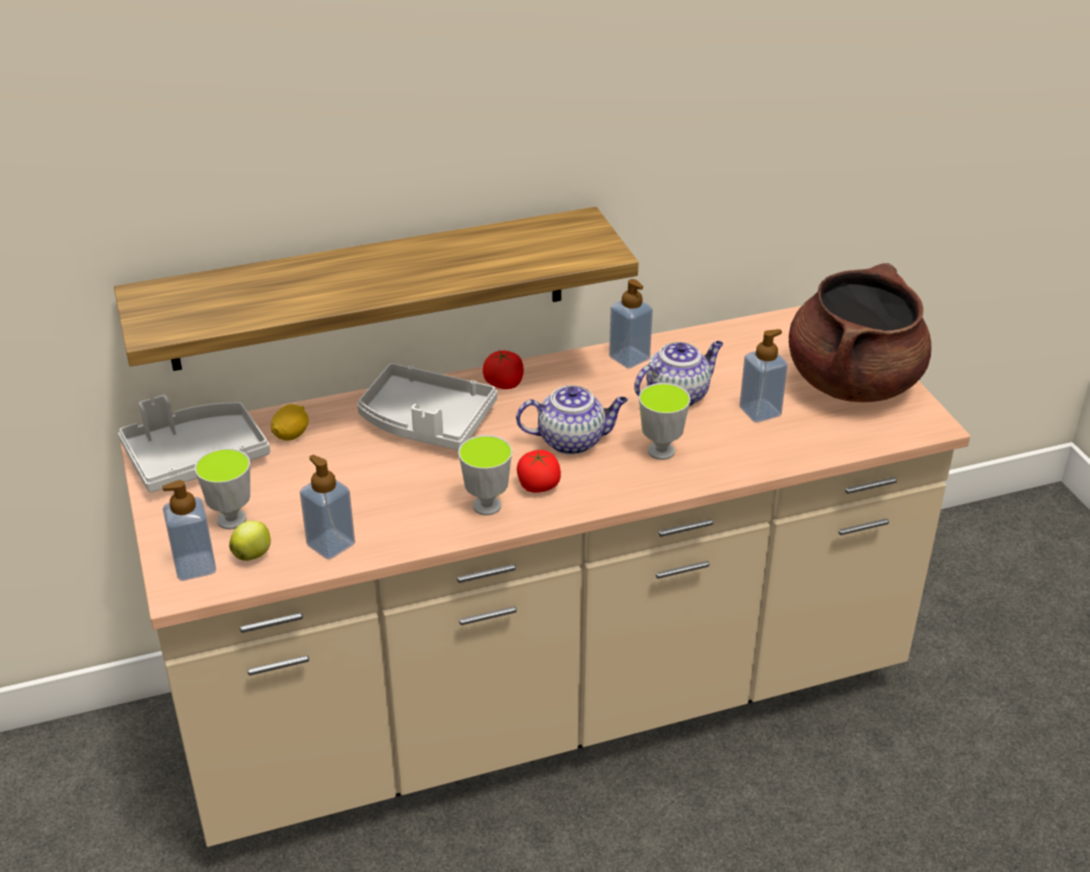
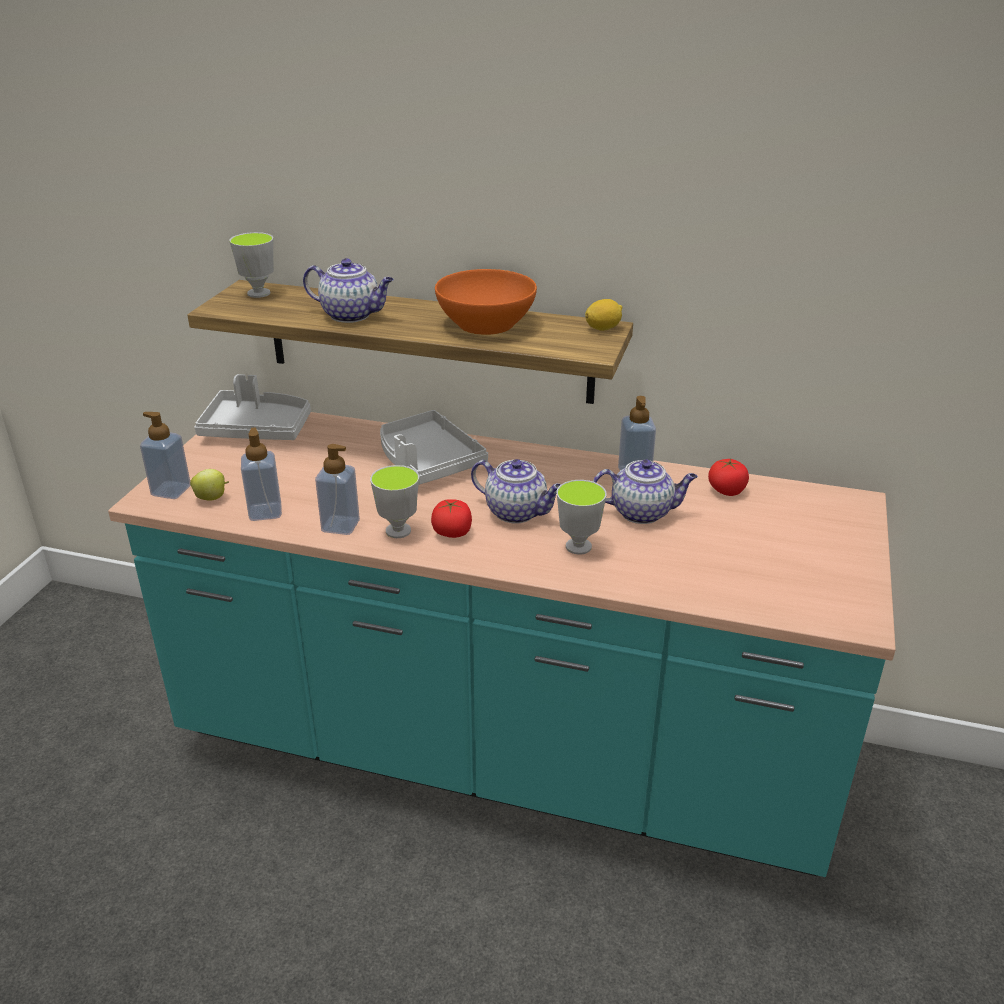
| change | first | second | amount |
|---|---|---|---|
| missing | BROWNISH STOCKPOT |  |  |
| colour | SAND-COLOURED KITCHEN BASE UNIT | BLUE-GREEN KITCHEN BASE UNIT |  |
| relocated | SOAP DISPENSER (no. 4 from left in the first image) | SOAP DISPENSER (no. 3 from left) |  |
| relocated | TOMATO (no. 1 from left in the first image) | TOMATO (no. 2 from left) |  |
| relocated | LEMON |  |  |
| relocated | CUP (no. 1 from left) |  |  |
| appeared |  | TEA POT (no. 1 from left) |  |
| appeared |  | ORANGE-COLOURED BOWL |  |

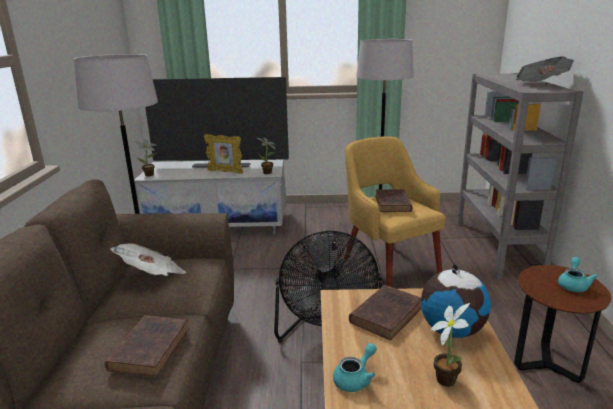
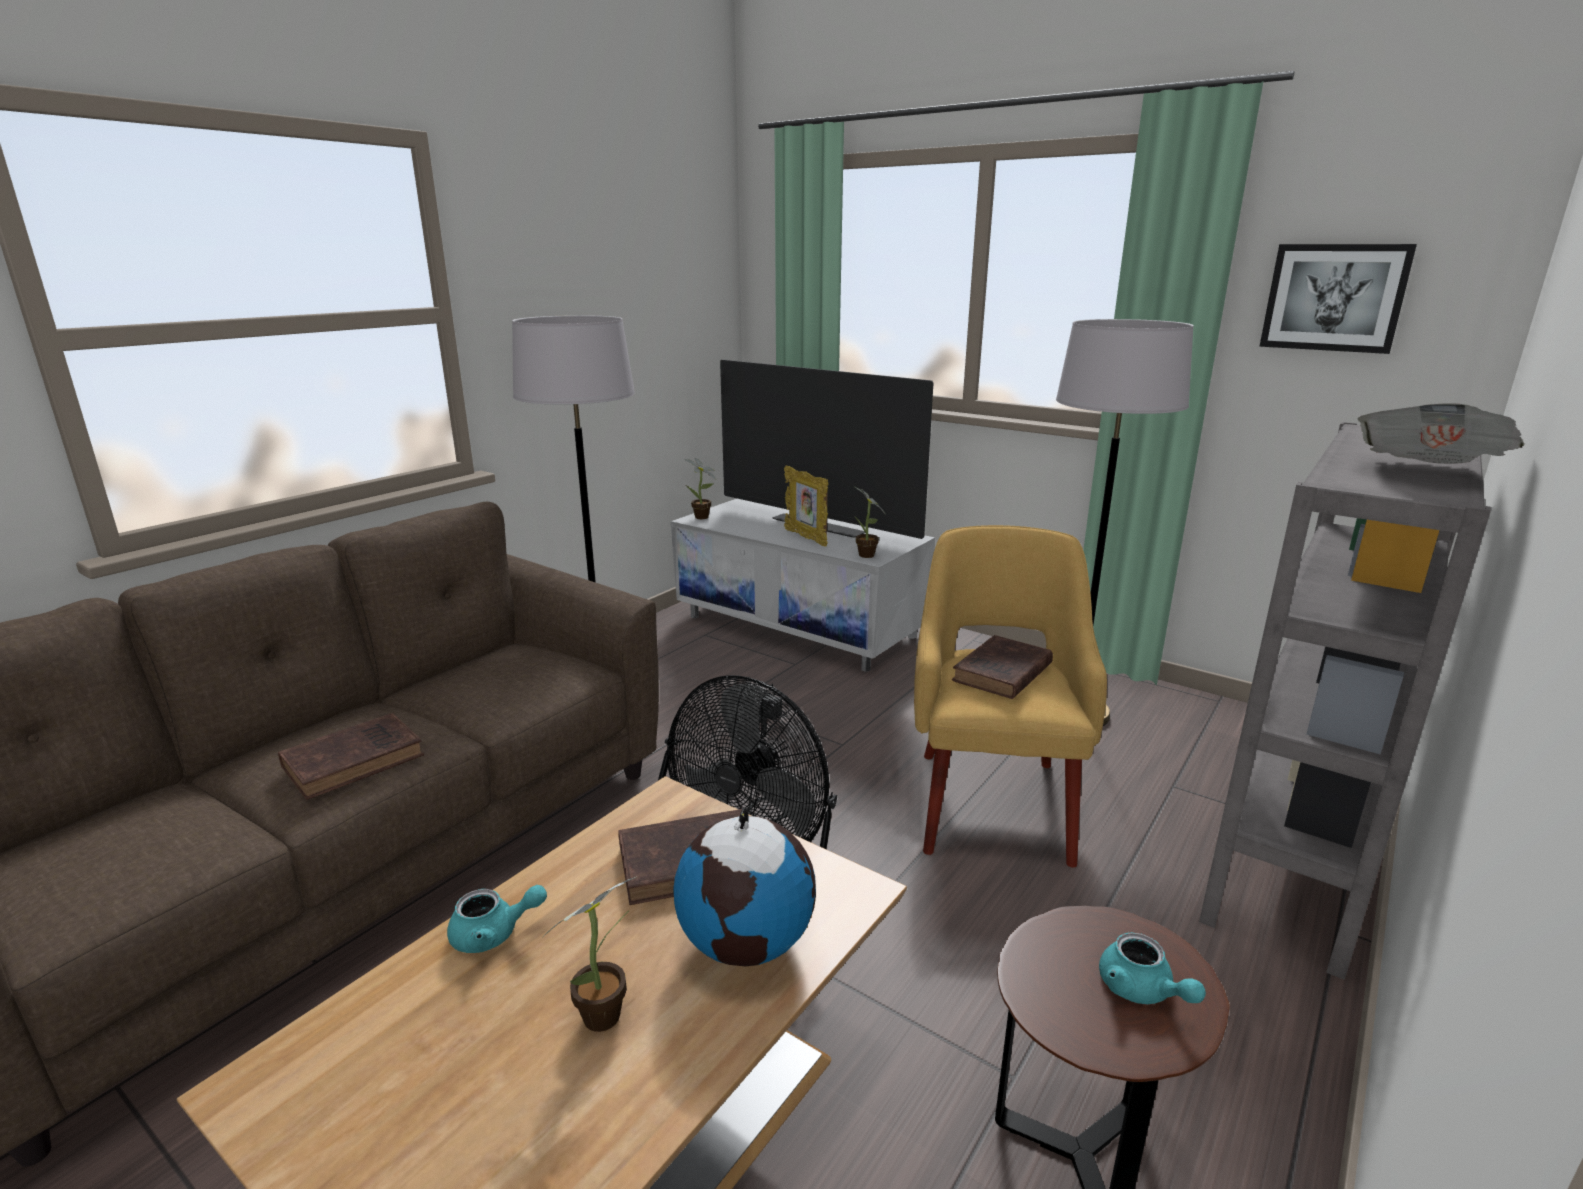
| change | first | second | amount |
|---|---|---|---|
| missing | DAILY PAPER (no. 1 from left) |  |  |
| spun | BLUE-GREEN TEA POT (no. 2 from left) |  | 90 degrees clockwise |
| appeared |  | WALL ART |  |

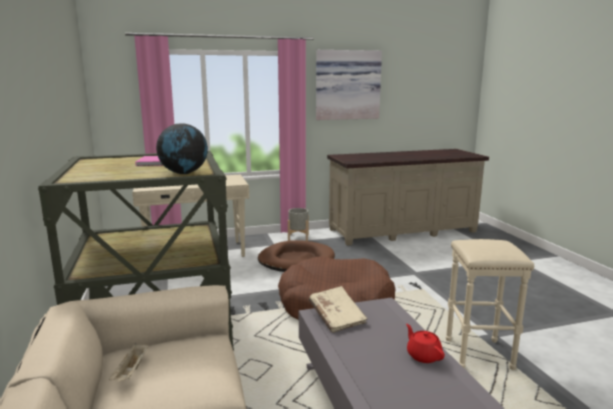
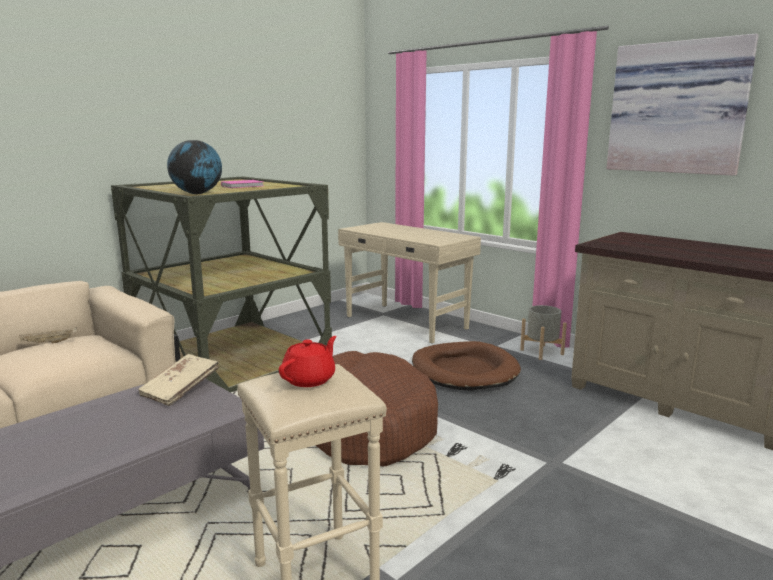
| change | first | second | amount |
|---|---|---|---|
| relocated | REDDISH TEA POT |  |  |

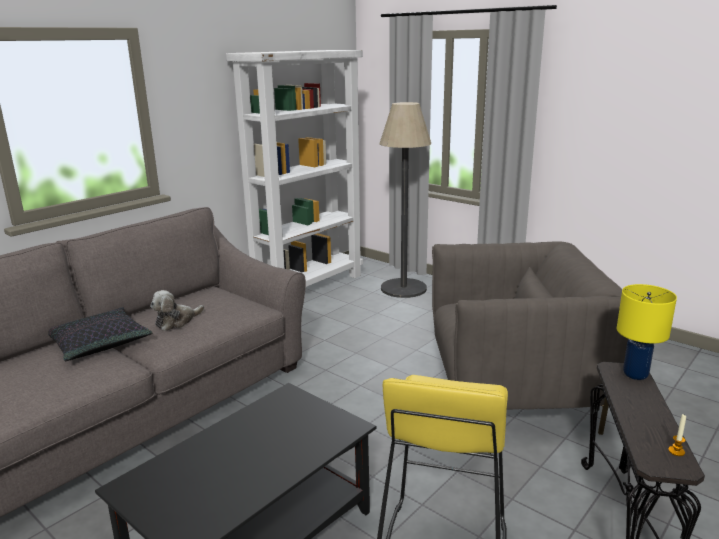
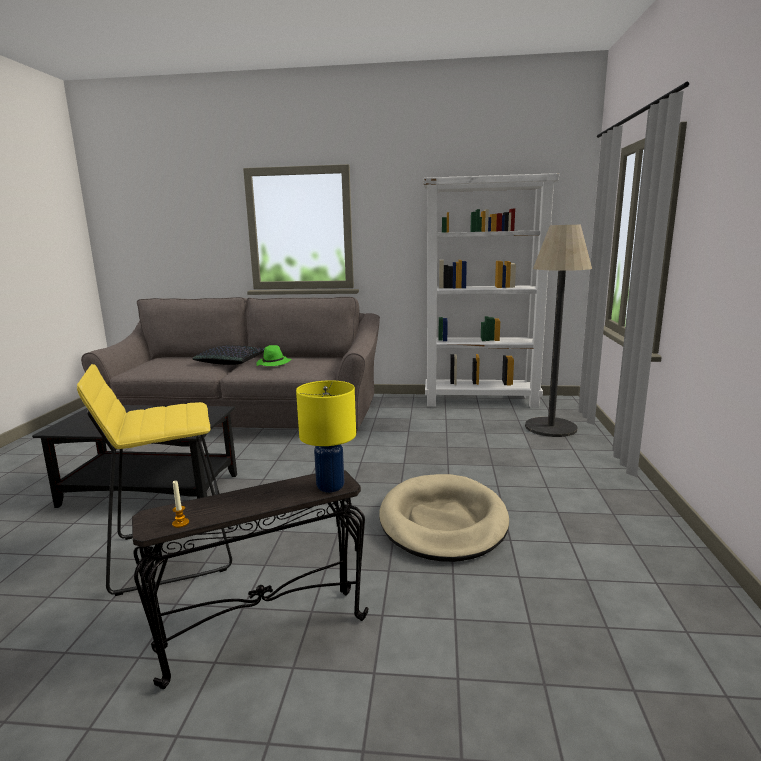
| change | first | second | amount |
|---|---|---|---|
| exchanged | GREYISH EASY CHAIR | SAND-COLOURED PET BED |  |
| exchanged | CUDDLY TOY | GREEN-COLOURED CLOTHING HAT |  |

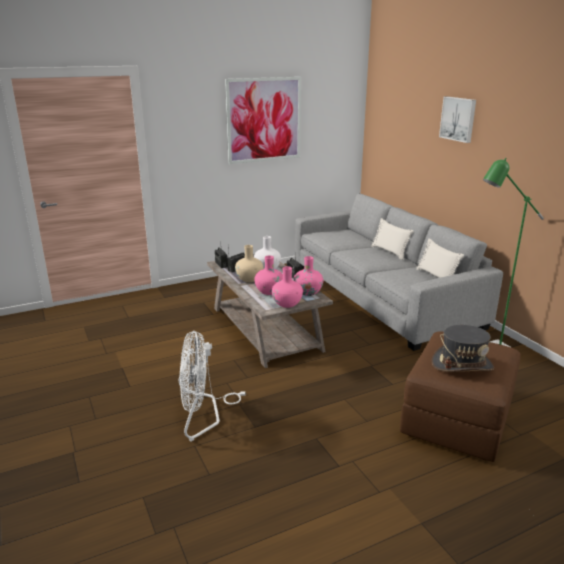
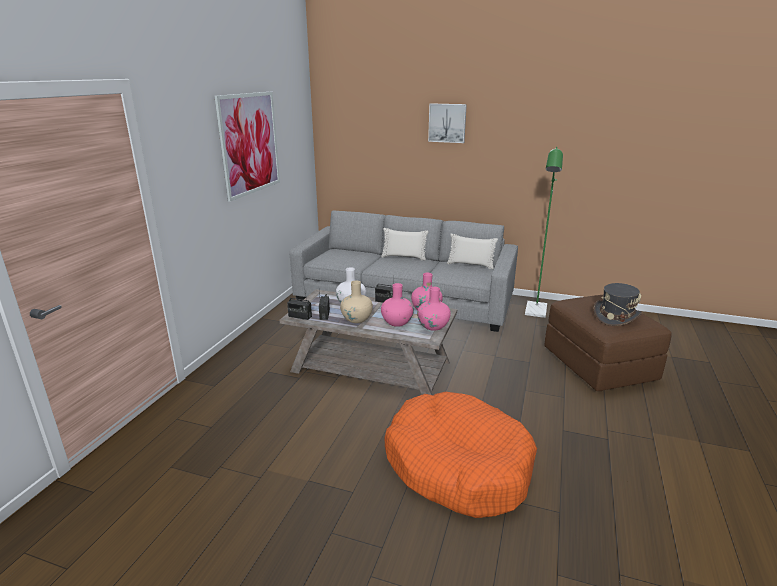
| change | first | second | amount |
|---|---|---|---|
| exchanged | WHITISH COOLING FAN | ORANGE-COLOURED PET BED |  |

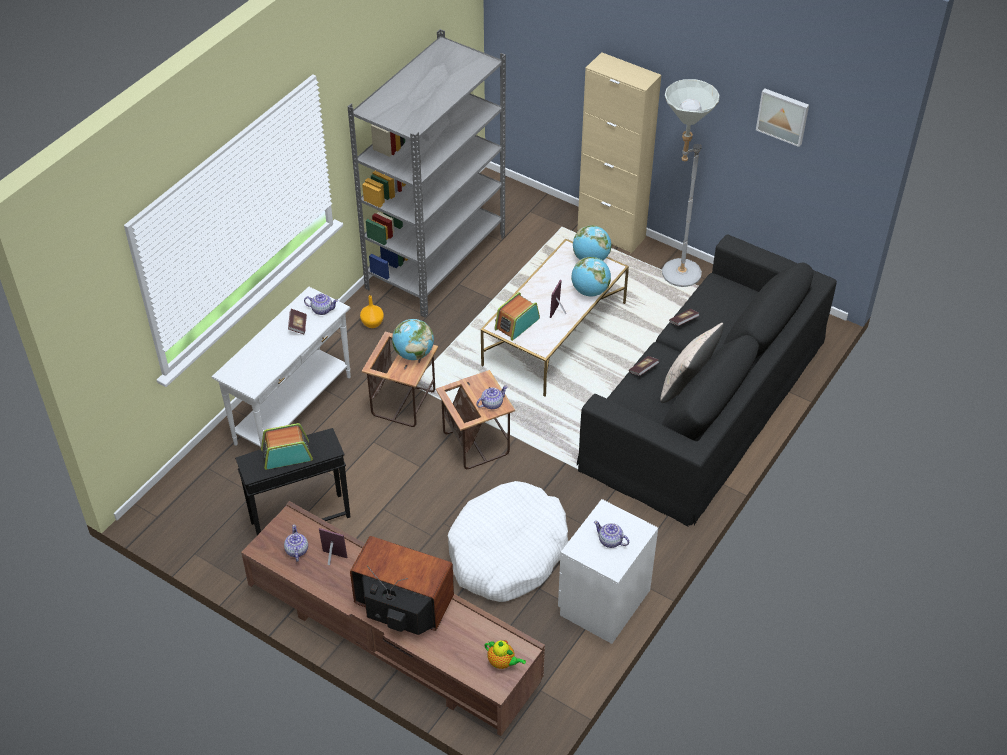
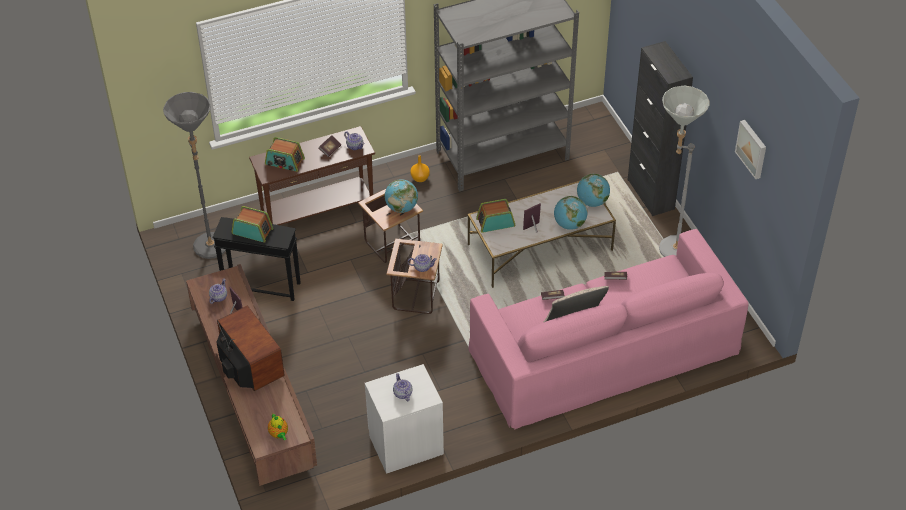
| change | first | second | amount |
|---|---|---|---|
| colour | SAND-COLOURED CUPBOARD | BLACK-COLOURED CUPBOARD |  |
| colour | BLACK-COLOURED COUCH | PINK COUCH |  |
| colour | WHITISH HALL TABLE | BROWNISH HALL TABLE |  |
| missing | WHITISH PET BED |  |  |
| appeared |  | GREYISH STANDING LAMP (no. 1 from left) |  |
| appeared |  | RADIO SET (no. 2 from left) |  |

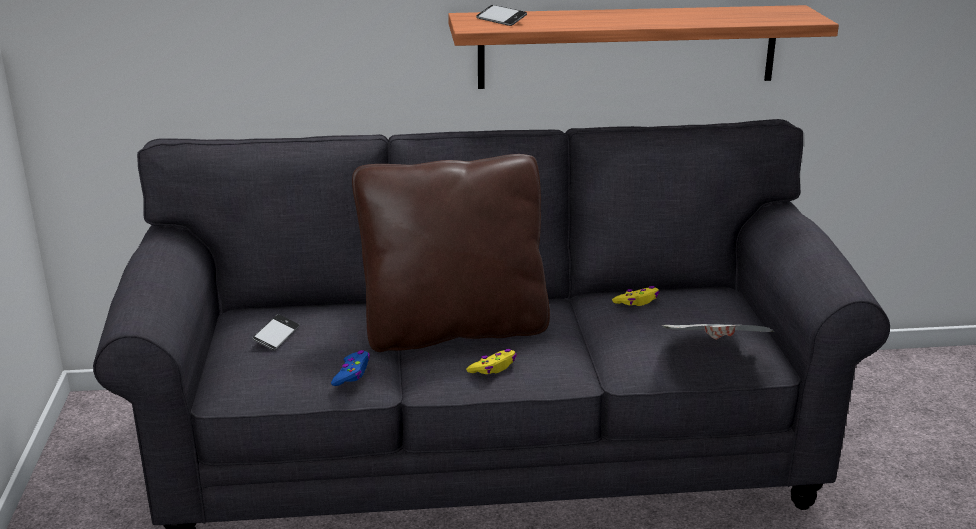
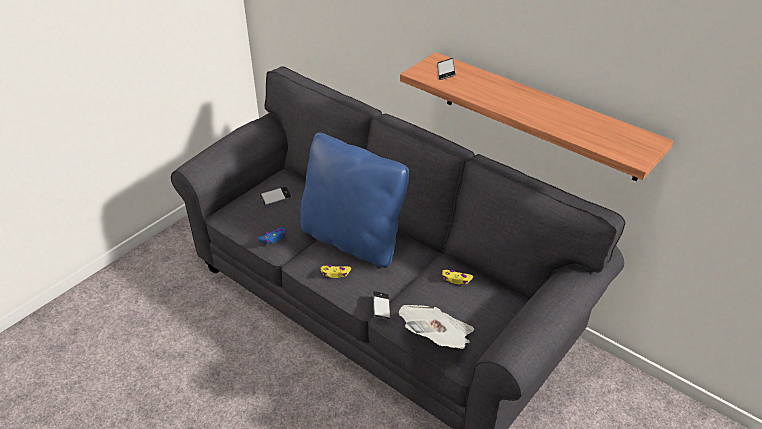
| change | first | second | amount |
|---|---|---|---|
| colour | BROWNISH PILLOW | BLUISH PILLOW |  |
| appeared |  | TELEPHONE (no. 2 from left) |  |

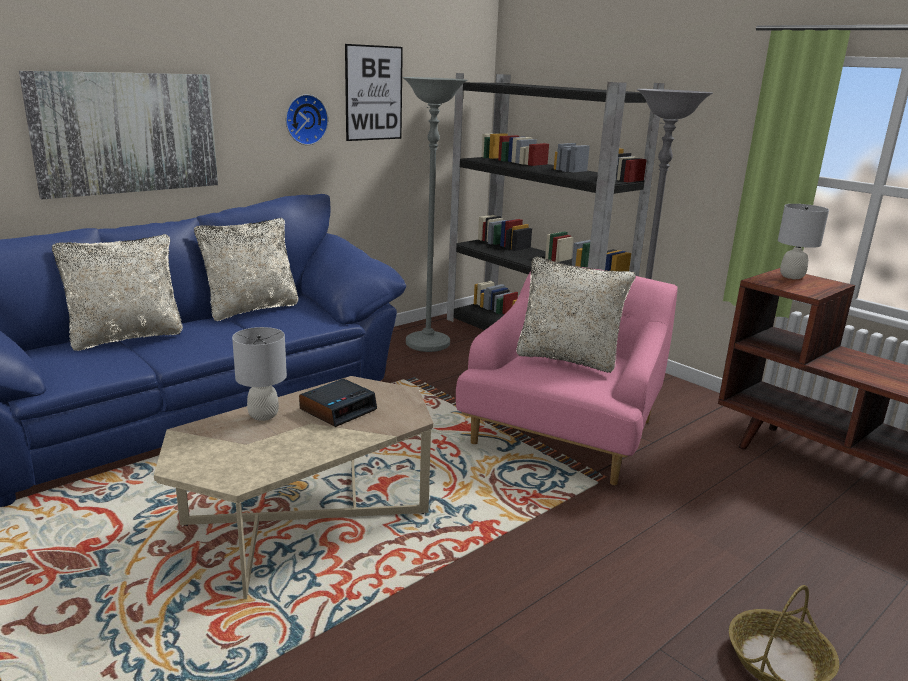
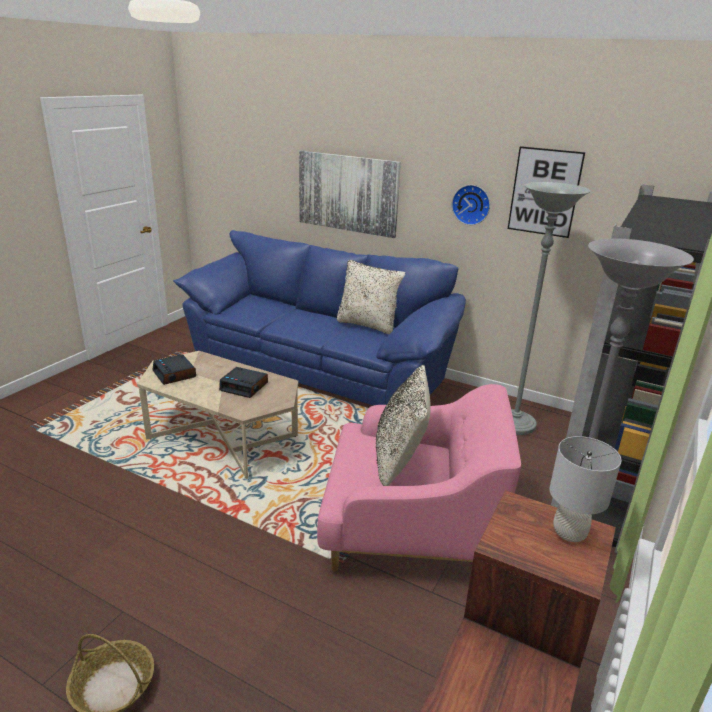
| change | first | second | amount |
|---|---|---|---|
| missing | SAND-COLOURED PILLOW (no. 1 from left) |  |  |
| missing | GREYISH TABLETOP LAMP (no. 1 from left) |  |  |
| appeared |  | ALARM CLOCK (no. 1 from left) |  |

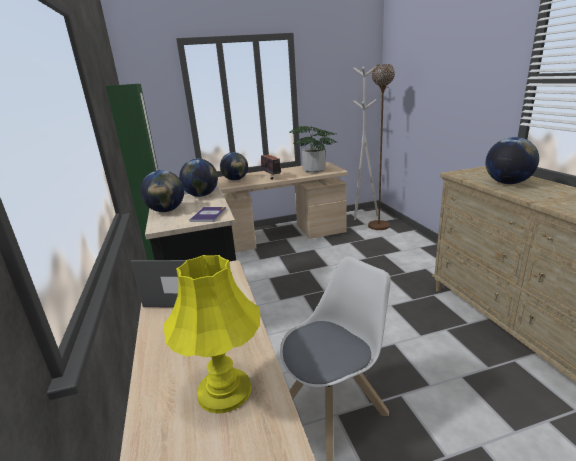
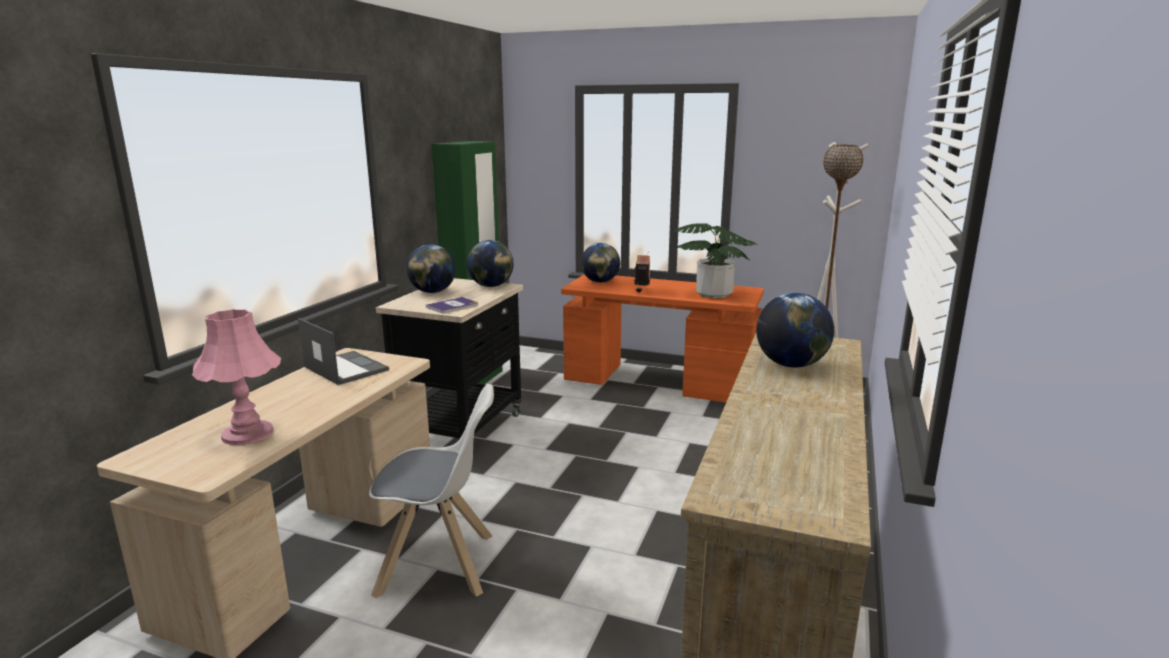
| change | first | second | amount |
|---|---|---|---|
| colour | SAND-COLOURED DESK TABLE (no. 2 from left) | ORANGE-COLOURED DESK TABLE |  |
| colour | YELLOWISH TABLETOP LAMP | PINK TABLETOP LAMP |  |

